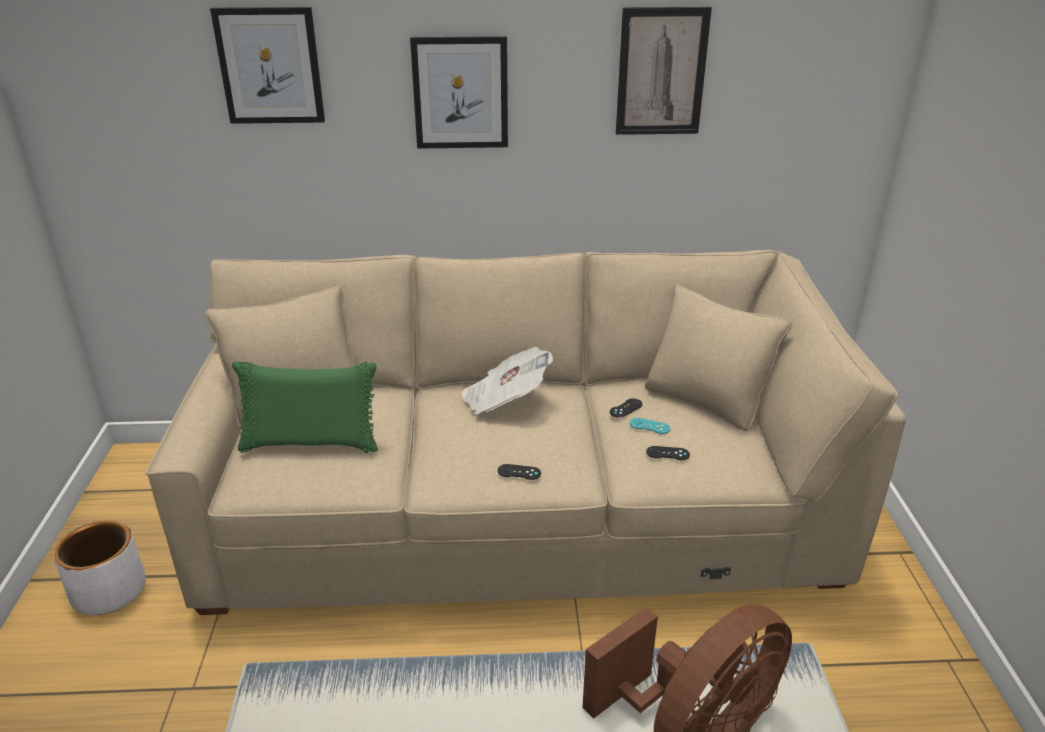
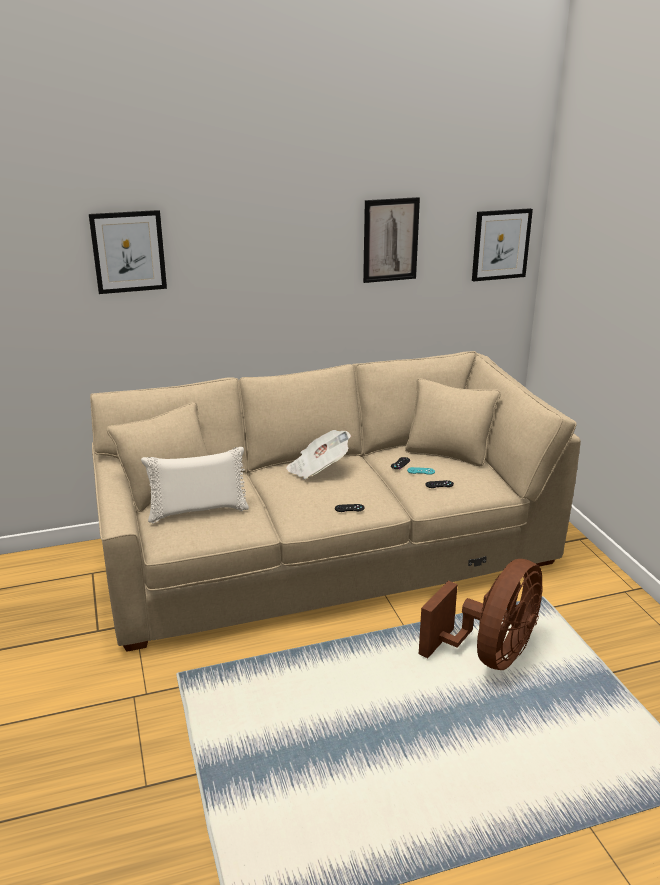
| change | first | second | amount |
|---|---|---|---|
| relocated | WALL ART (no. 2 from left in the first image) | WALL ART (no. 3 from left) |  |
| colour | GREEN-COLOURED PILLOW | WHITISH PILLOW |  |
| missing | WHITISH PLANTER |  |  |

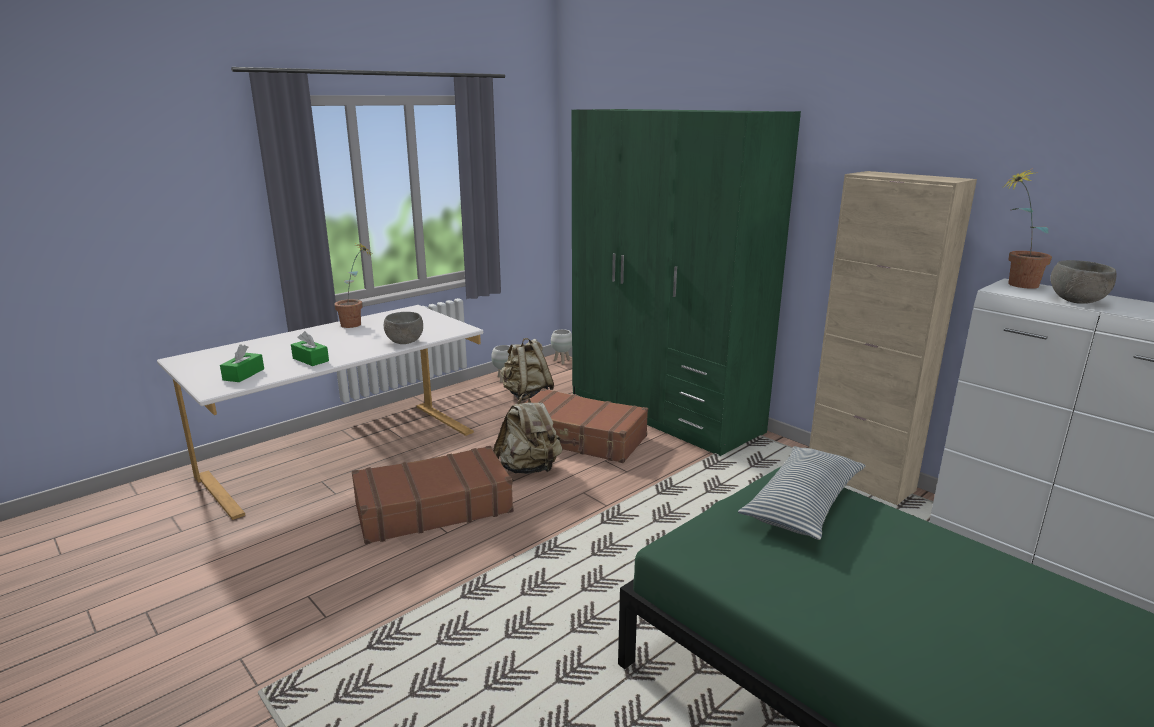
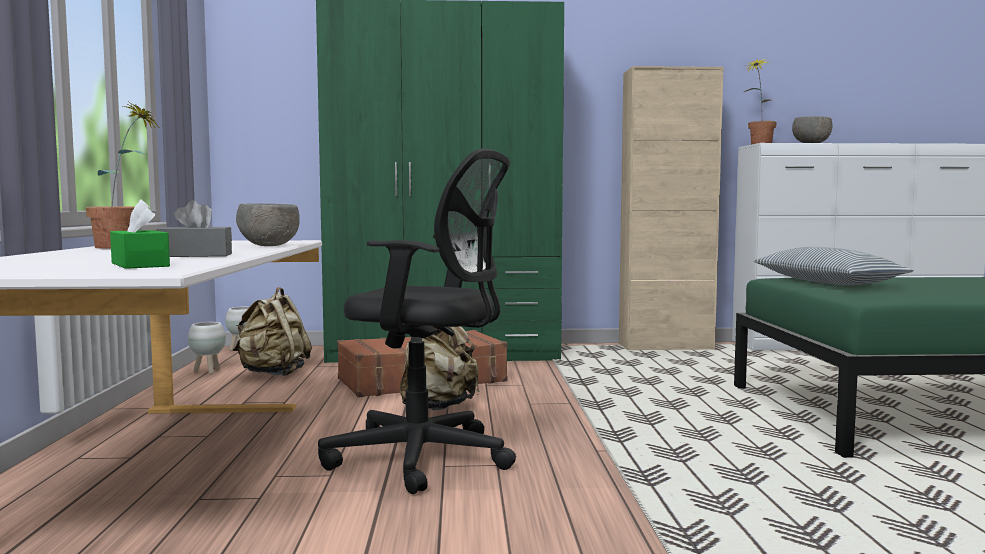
| change | first | second | amount |
|---|---|---|---|
| colour | GREEN-COLOURED BOX OF TISSUES (no. 2 from left) | GREYISH BOX OF TISSUES |  |
| exchanged | BROWNISH TRAVEL CASE (no. 1 from left) | BLACK-COLOURED COMPUTER CHAIR |  |

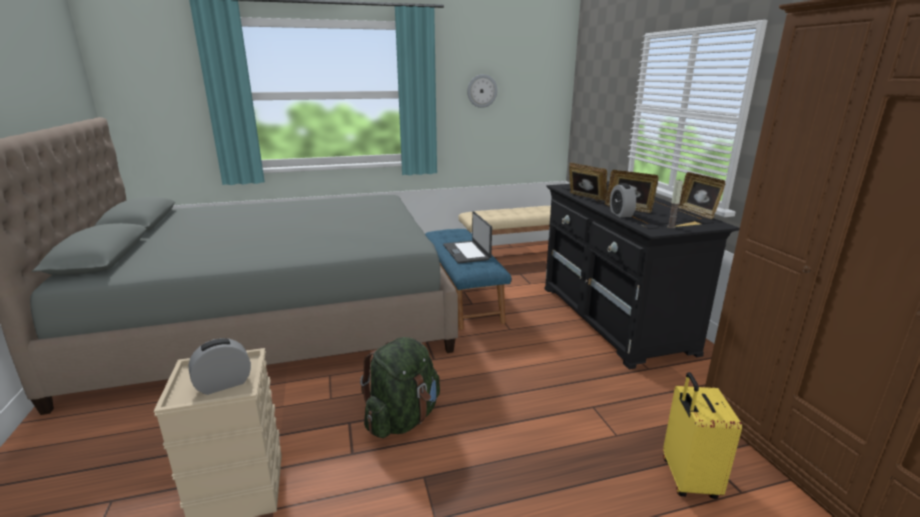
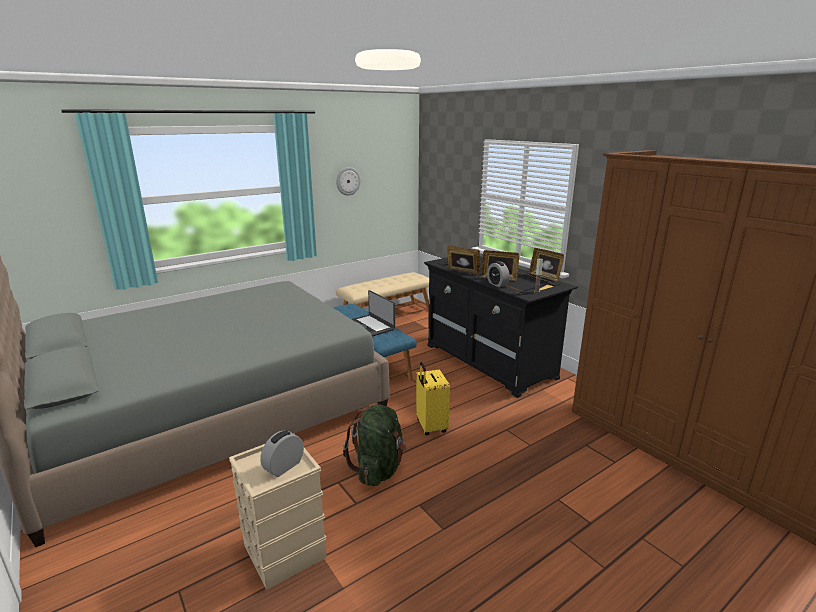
| change | first | second | amount |
|---|---|---|---|
| relocated | YELLOWISH TRAVEL CASE |  |  |

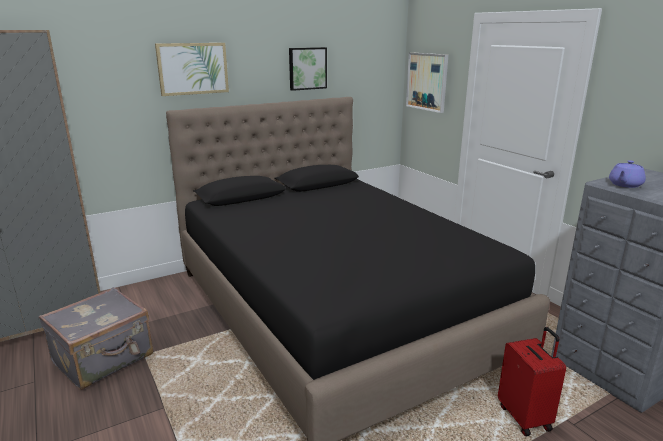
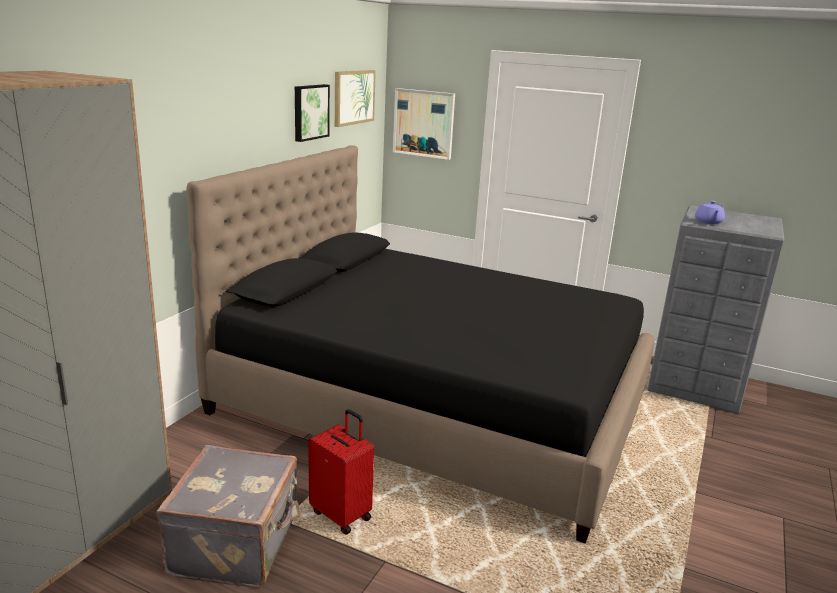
| change | first | second | amount |
|---|---|---|---|
| relocated | WALL ART (no. 1 from left in the first image) | WALL ART (no. 2 from left) |  |
| relocated | REDDISH TRAVEL CASE |  |  |

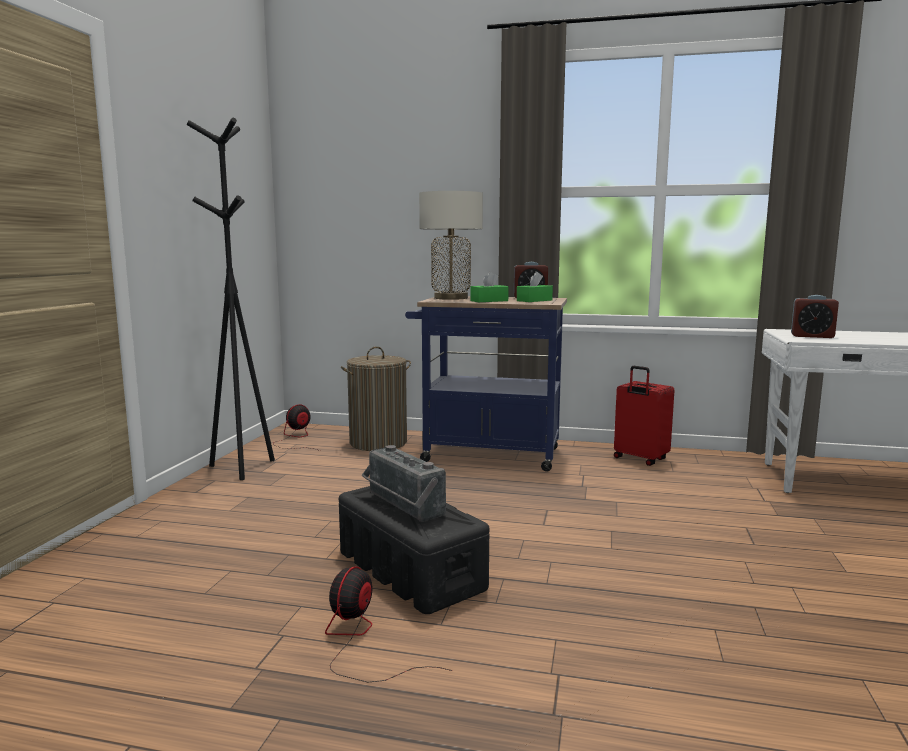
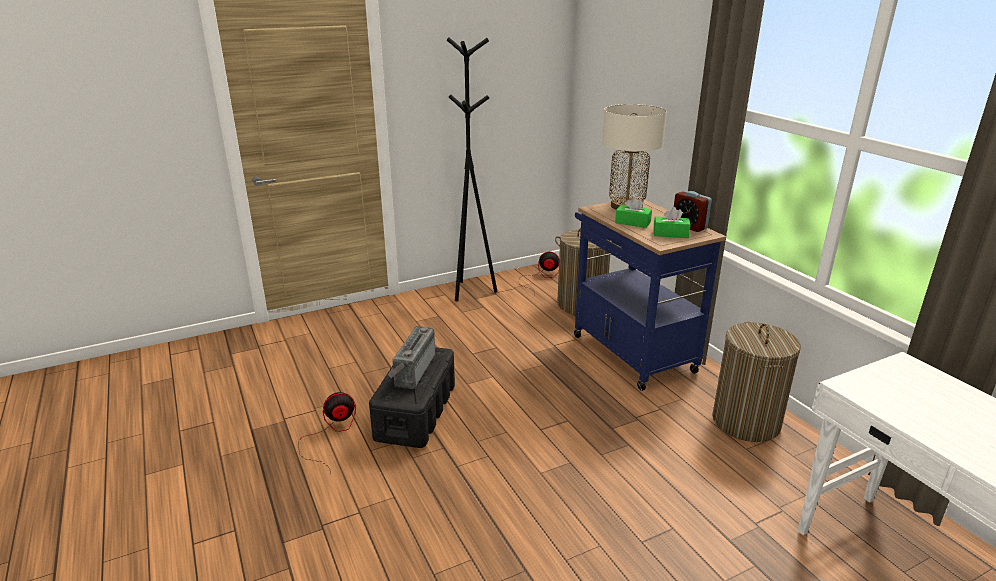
| change | first | second | amount |
|---|---|---|---|
| missing | ALARM CLOCK (no. 2 from left) |  |  |
| exchanged | REDDISH TRAVEL CASE | WASHING BASKET (no. 2 from left) |  |

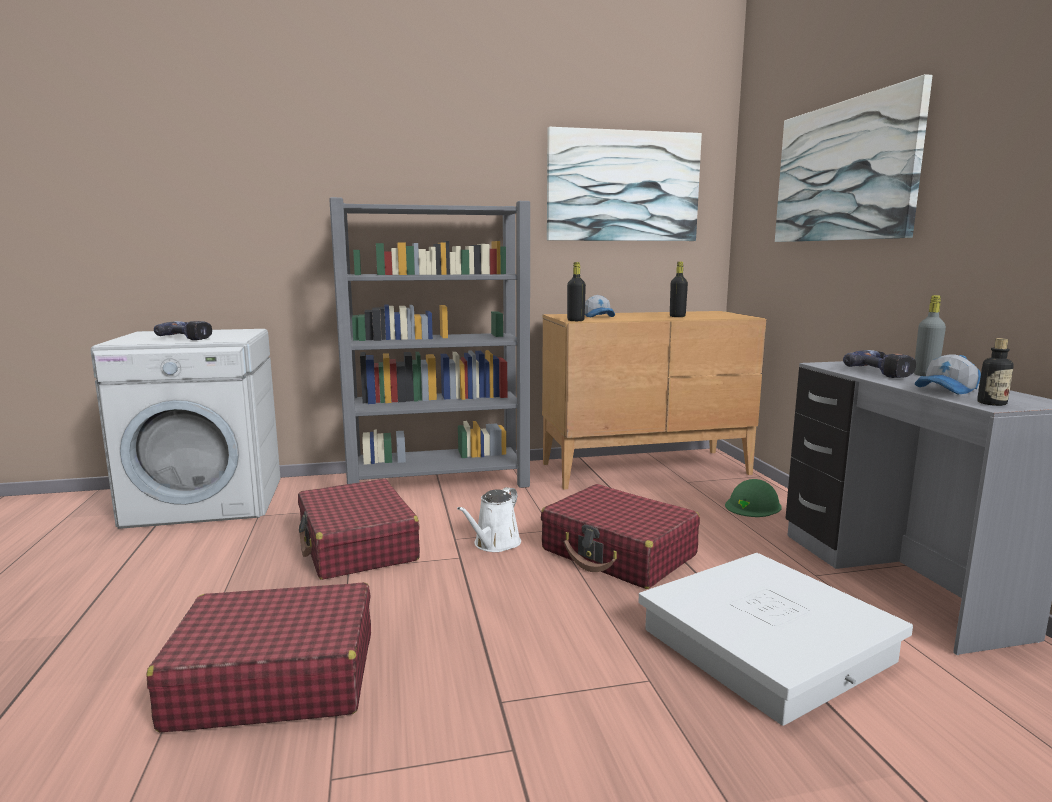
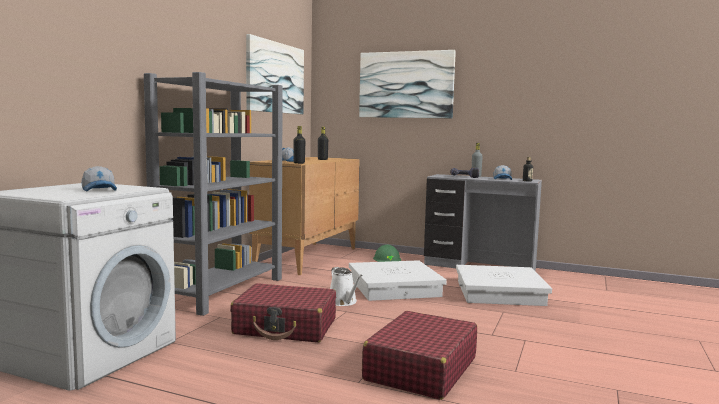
| change | first | second | amount |
|---|---|---|---|
| exchanged | DRILL (no. 1 from left) | PEAKED CAP (no. 1 from left) |  |
| exchanged | REDDISH TRAVEL CASE (no. 3 from left) | WHITISH STORAGE CONTAINER (no. 1 from left) |  |

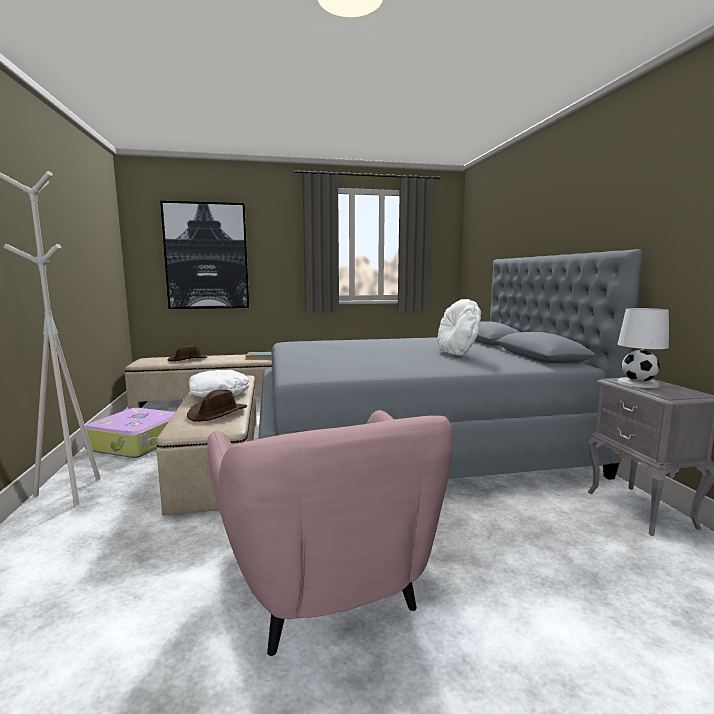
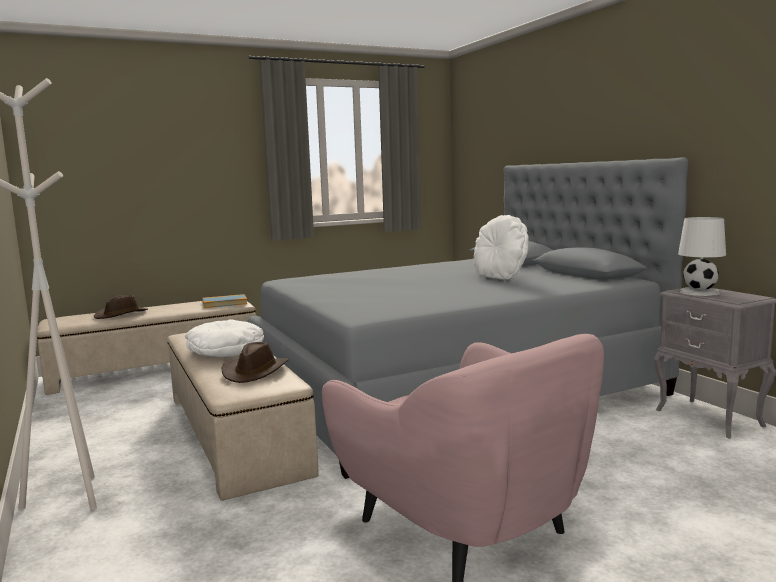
| change | first | second | amount |
|---|---|---|---|
| missing | WALL ART |  |  |
| missing | TRAVEL CASE |  |  |

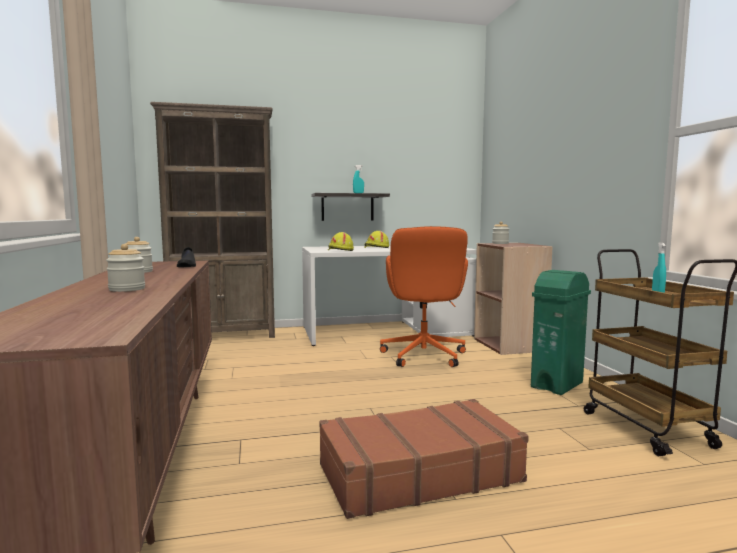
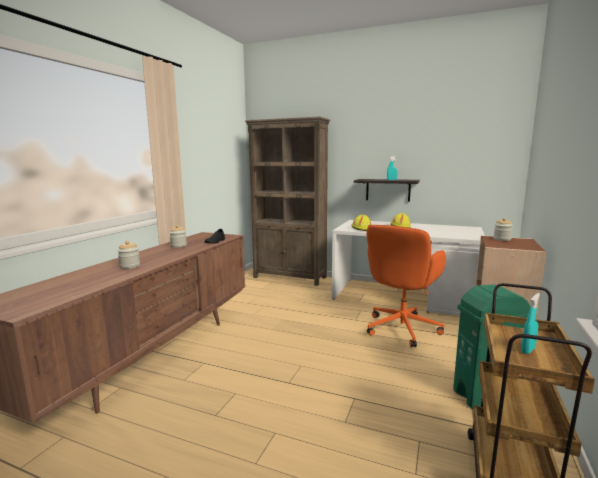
| change | first | second | amount |
|---|---|---|---|
| missing | BROWNISH TRAVEL CASE |  |  |

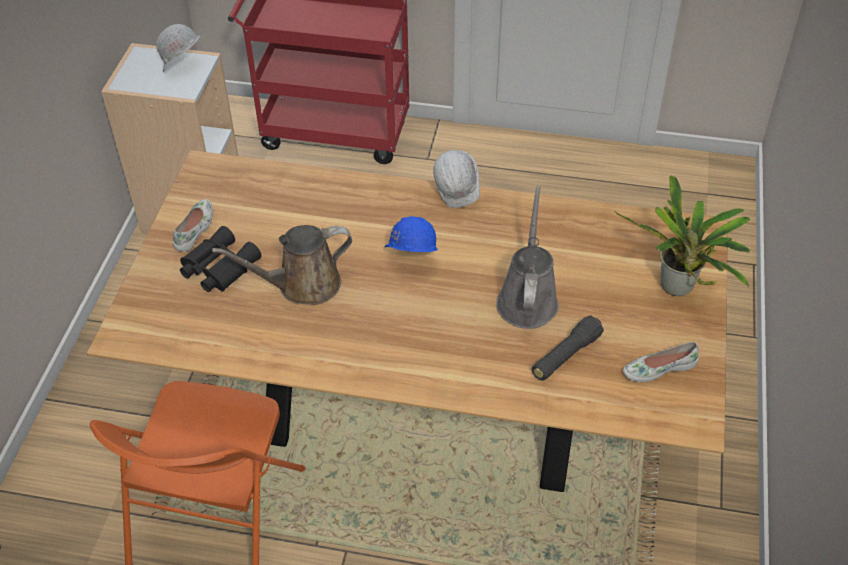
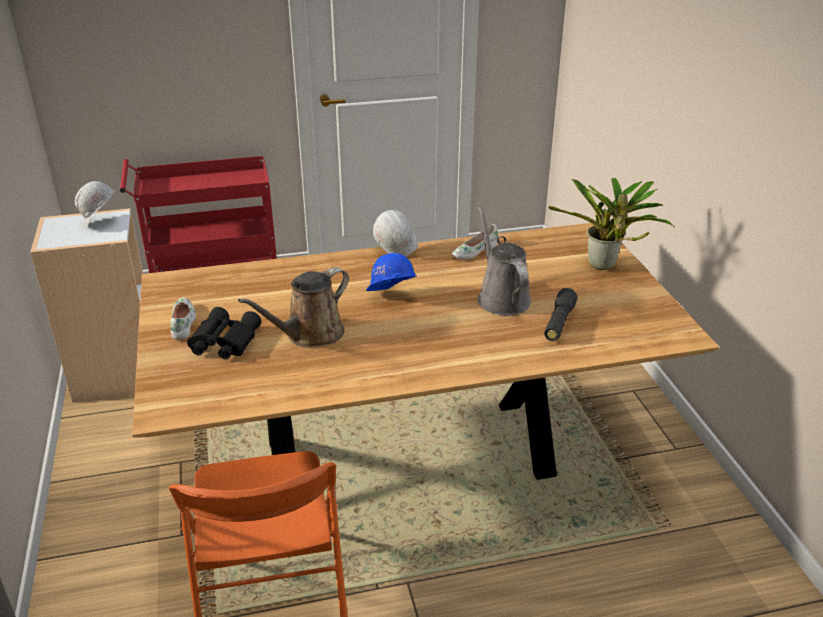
| change | first | second | amount |
|---|---|---|---|
| relocated | WHITISH LOW SHOE (no. 2 from left) |  |  |

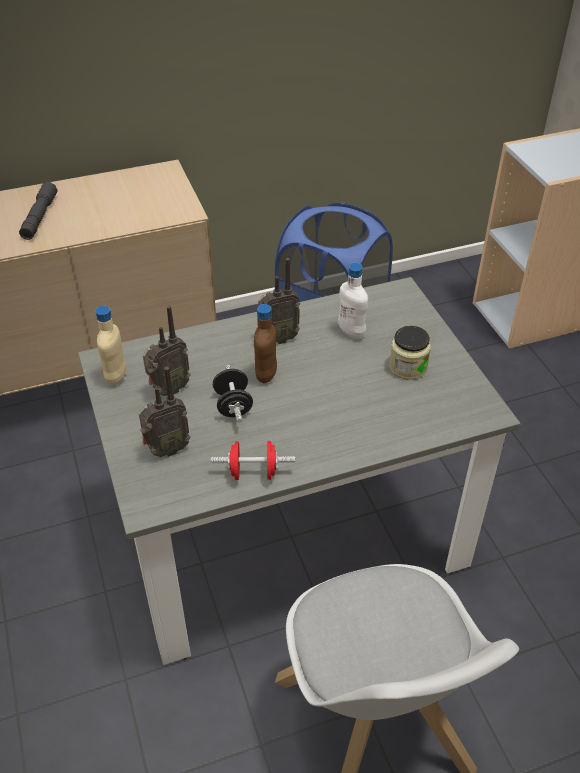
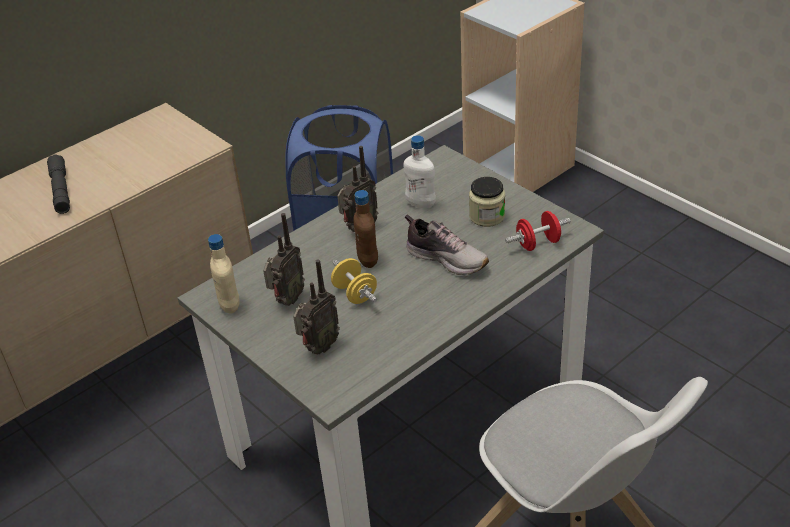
| change | first | second | amount |
|---|---|---|---|
| colour | BLACK-COLOURED HAND WEIGHT | YELLOWISH HAND WEIGHT |  |
| relocated | REDDISH HAND WEIGHT |  |  |
| appeared |  | LOW SHOE |  |

